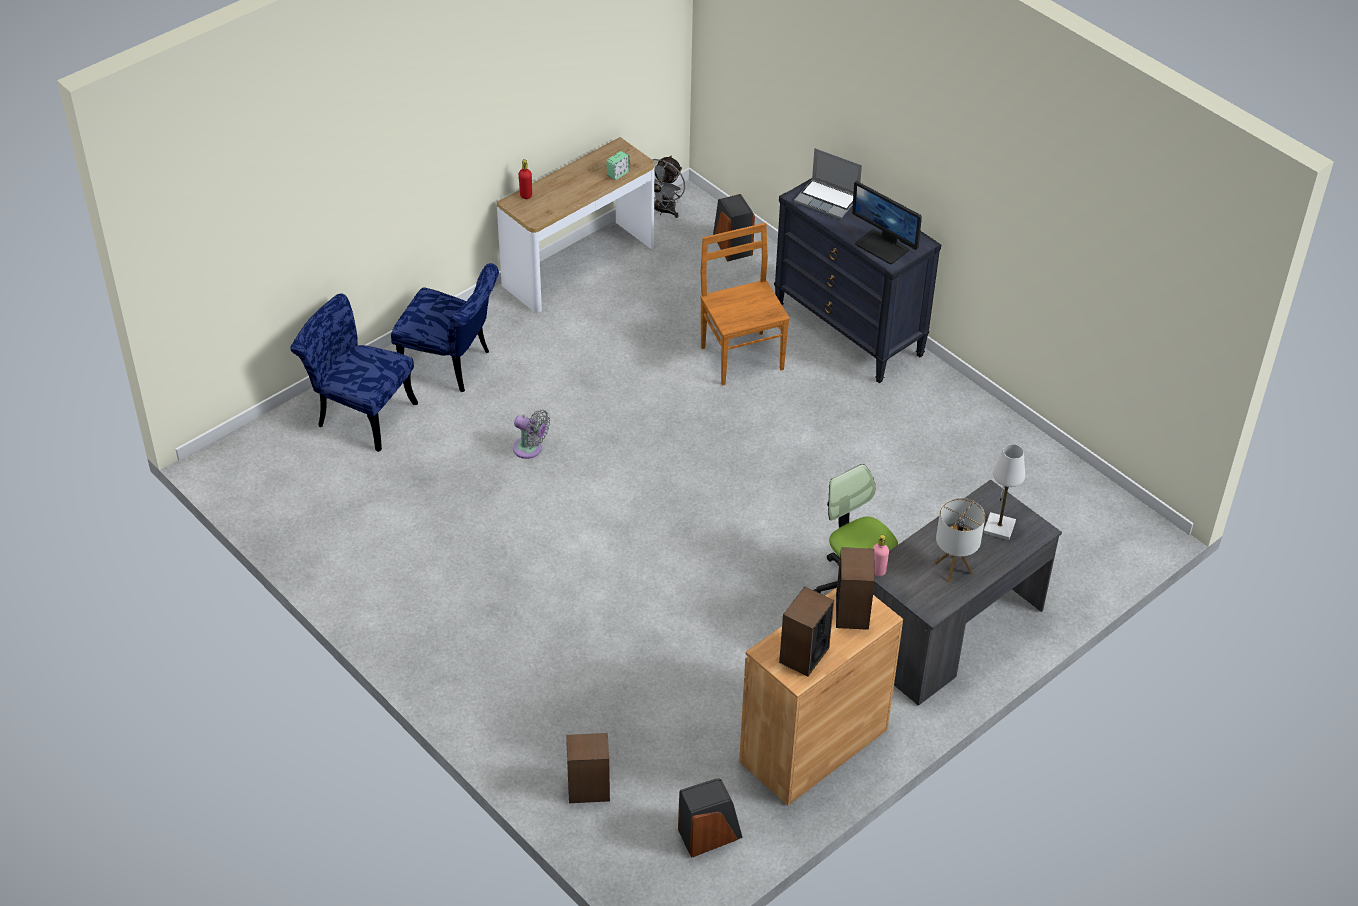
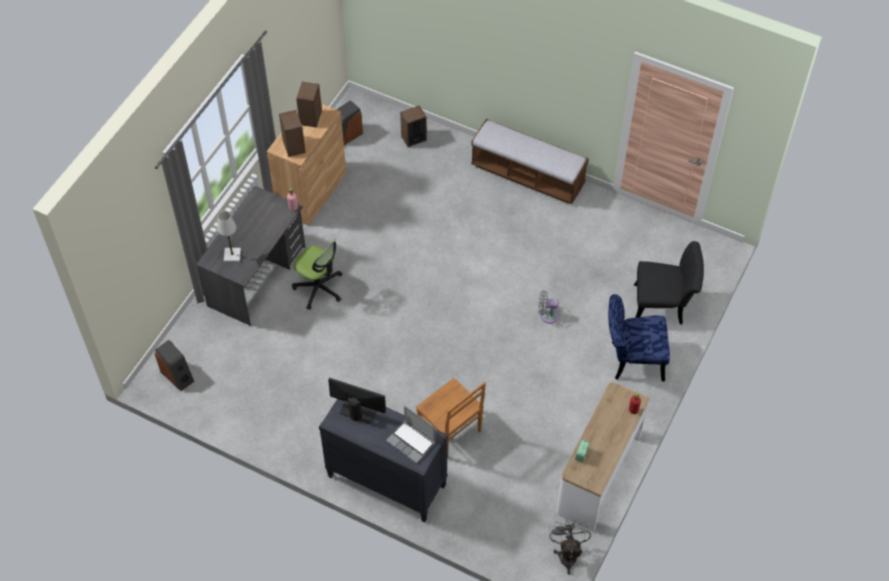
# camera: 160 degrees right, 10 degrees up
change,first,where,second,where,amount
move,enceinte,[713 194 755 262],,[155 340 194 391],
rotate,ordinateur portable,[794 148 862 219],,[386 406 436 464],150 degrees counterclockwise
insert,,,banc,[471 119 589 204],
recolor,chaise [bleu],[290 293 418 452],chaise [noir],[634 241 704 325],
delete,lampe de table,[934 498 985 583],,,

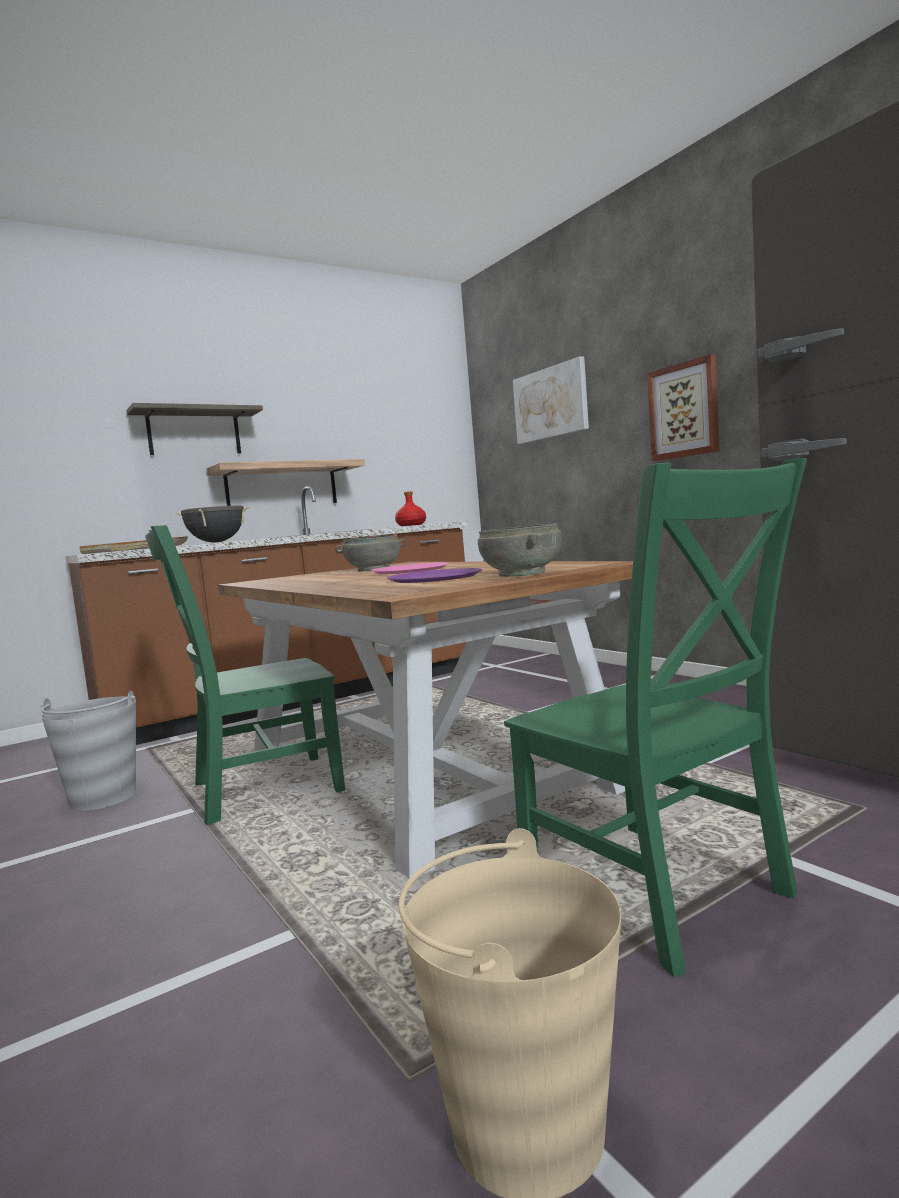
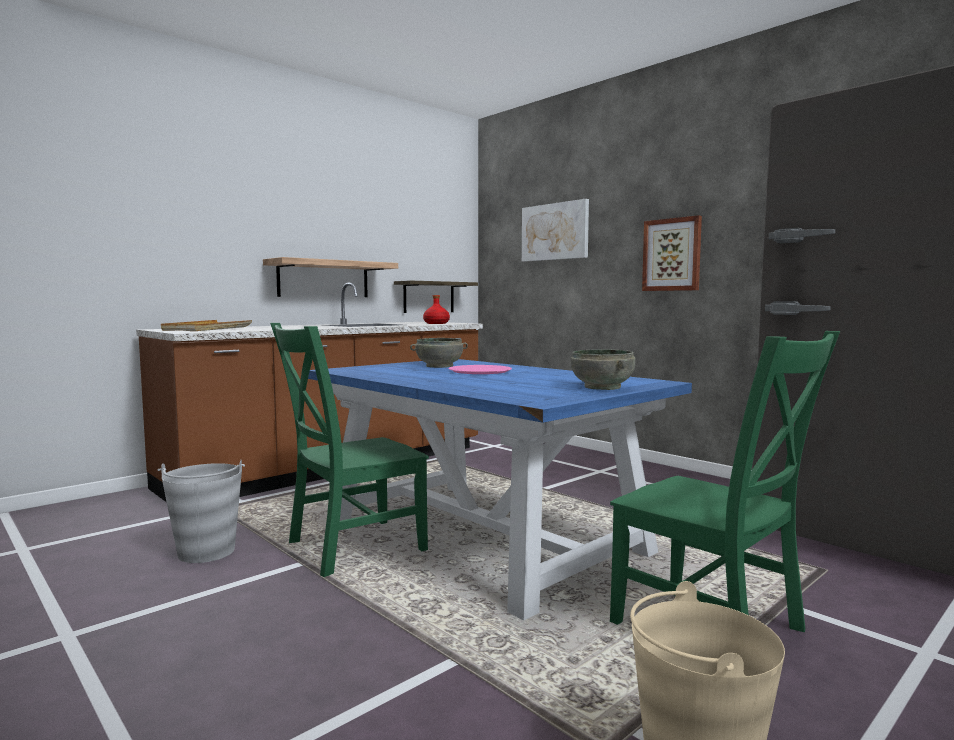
# camera: 10 degrees left, 0 degrees up
change,first,where,second,where,amount
recolor,table à manger [marron],[218 561 633 879],table à manger [bleu],[308 359 692 620],
move,étagère,[126 403 263 455],,[394 280 478 313],
delete,marmite [noir],[175 506 250 542],,,
delete,assiette [violet],[387 568 482 583],,,

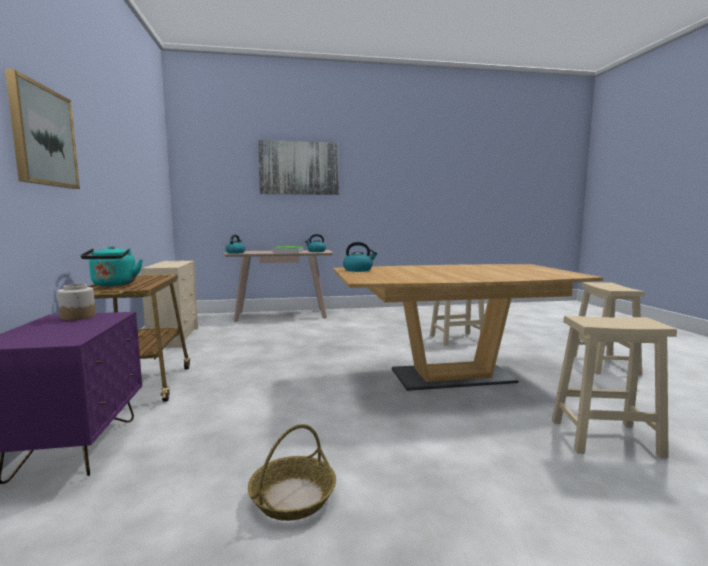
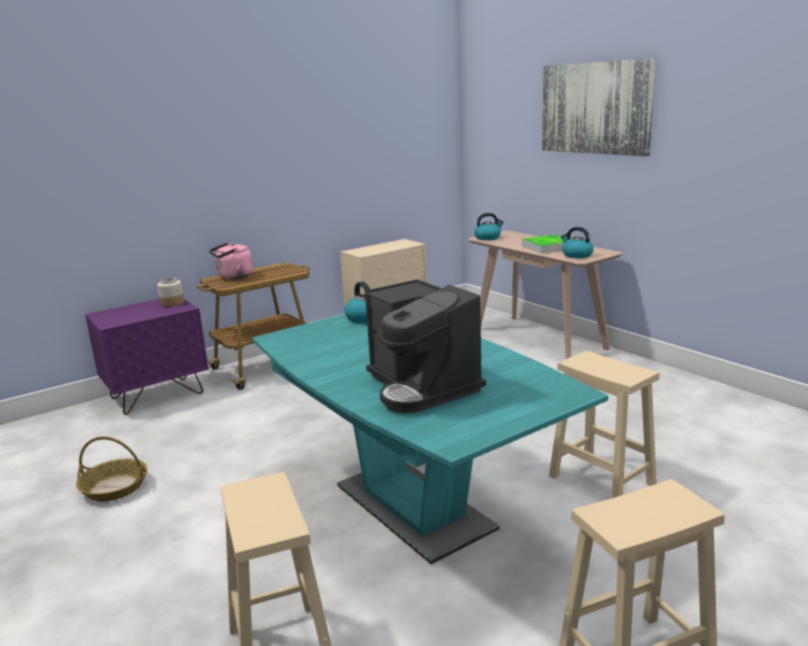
# camera: 65 degrees right, 10 degrees up
change,first,where,second,where,amount
recolor,bouilloire [turquoise],[80 246 143 286],bouilloire [rose],[209 243 253 280],
recolor,table à manger [marron],[333 264 603 391],table à manger [turquoise],[252 314 608 564],
insert,,,machine à café,[365 279 486 413],
delete,tableau,[5 69 80 189],,,

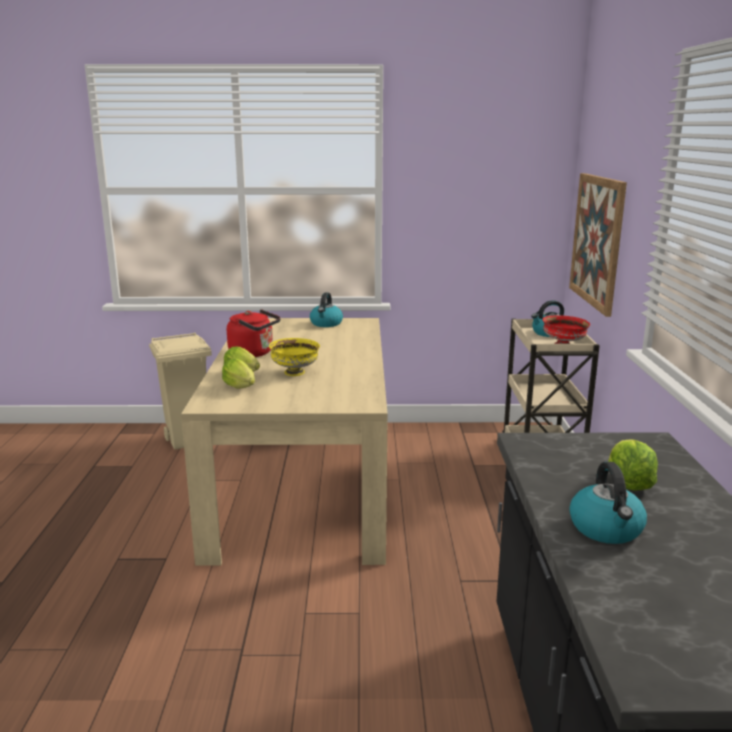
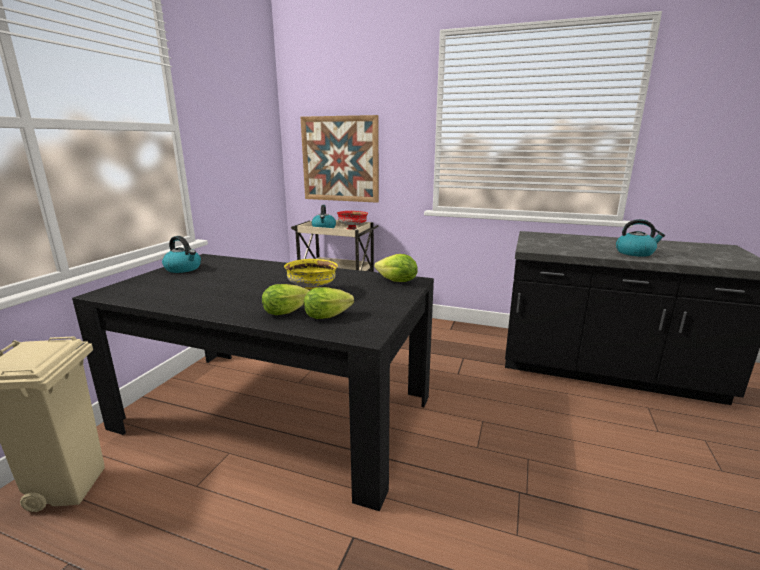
# camera: 70 degrees left, 0 degrees up
change,first,where,second,where,amount
recolor,table à manger [beige],[181 318 388 566],table à manger [noir],[72 254 434 511],
move,laitue,[608 439 658 491],,[374 254 418 282],
delete,bouilloire [rouge],[227 309 281 357],,,

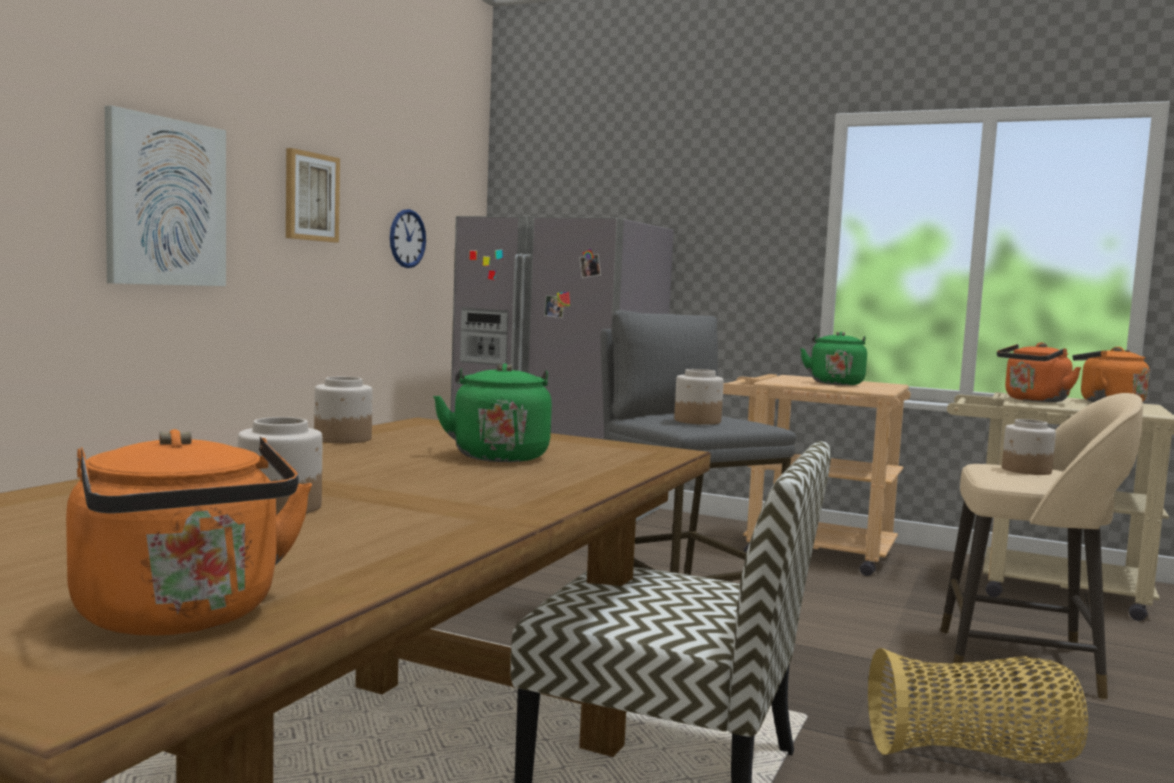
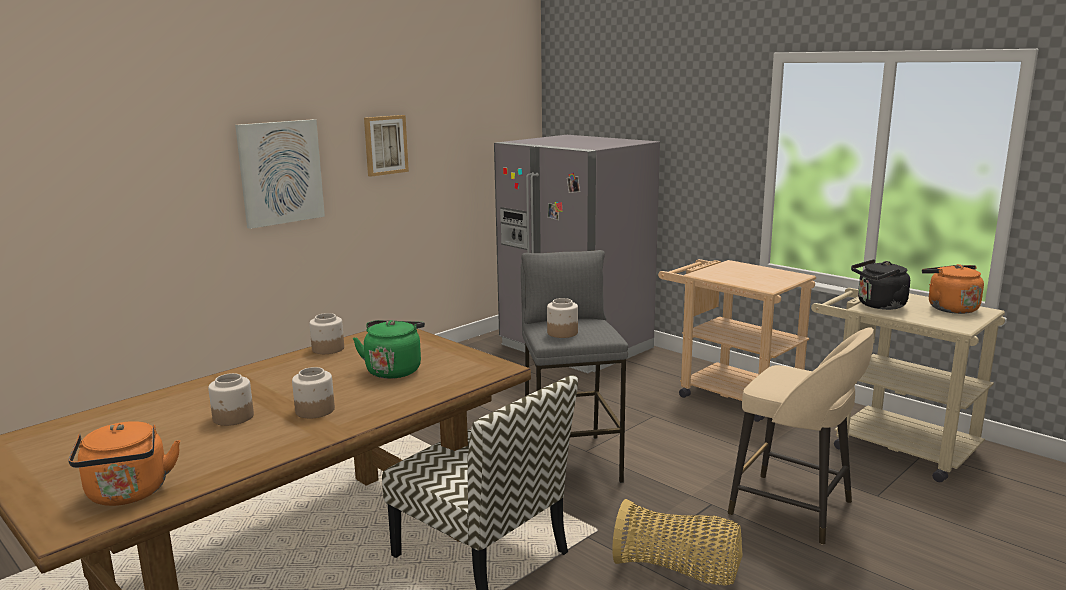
# camera: 20 degrees right, 10 degrees up
change,first,where,second,where,amount
move,bocal,[1002 419 1056 475],,[292 367 335 418],
recolor,bouilloire [orange],[997 342 1082 402],bouilloire [noir],[851 259 910 310],
delete,horloge murale,[390 209 426 268],,,
delete,bouilloire [vert],[800 331 867 385],,,

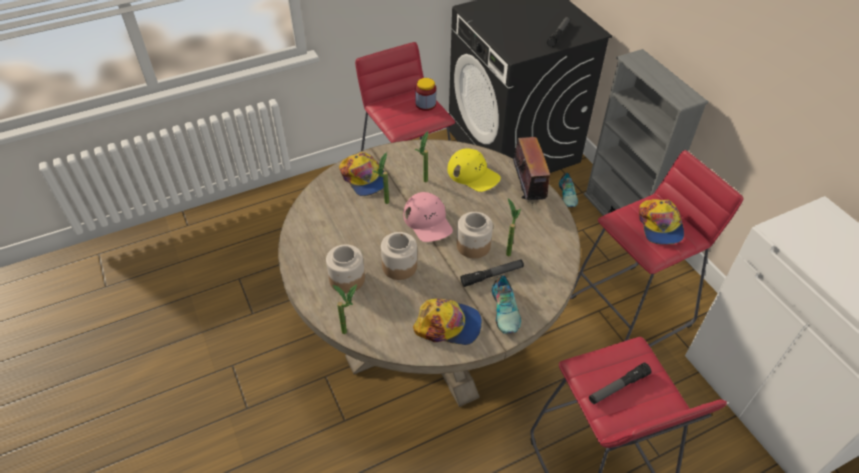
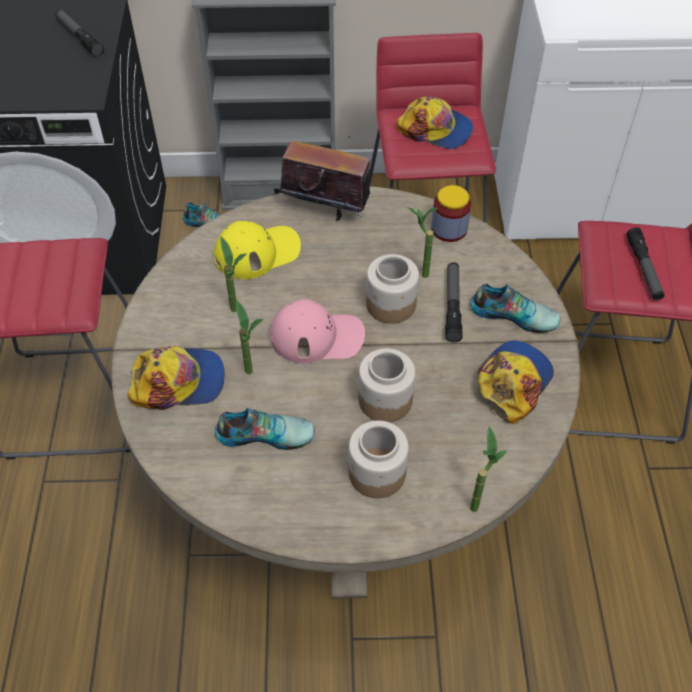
# camera: 65 degrees left, 5 degrees up
change,first,where,second,where,amount
insert,,,chaussure,[215 408 315 450],
move,bocal,[415 78 436 111],,[431 185 471 242],

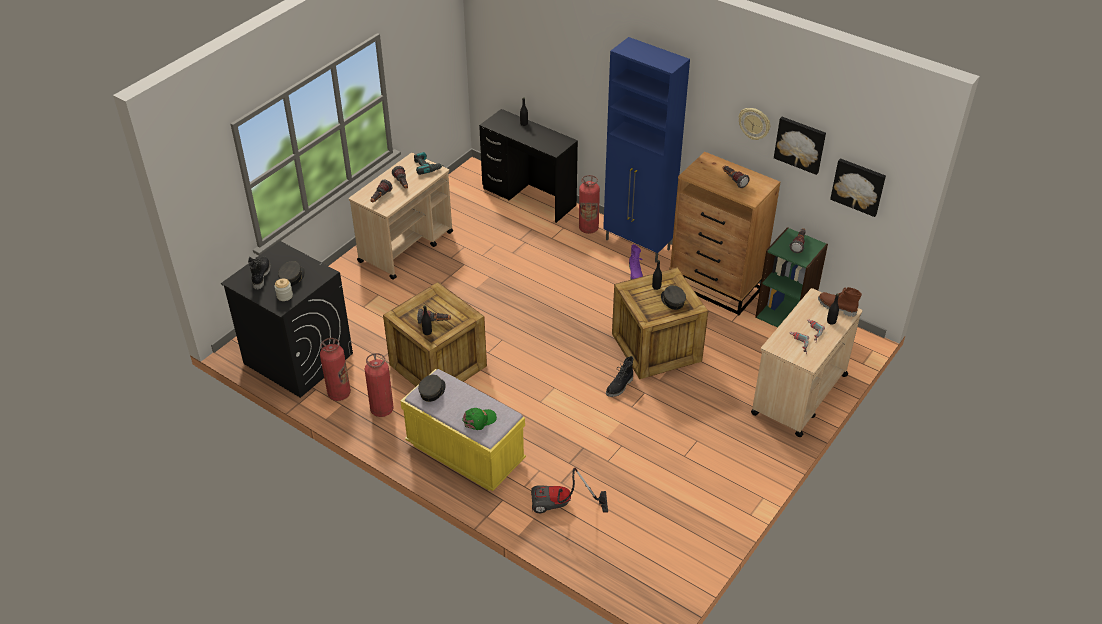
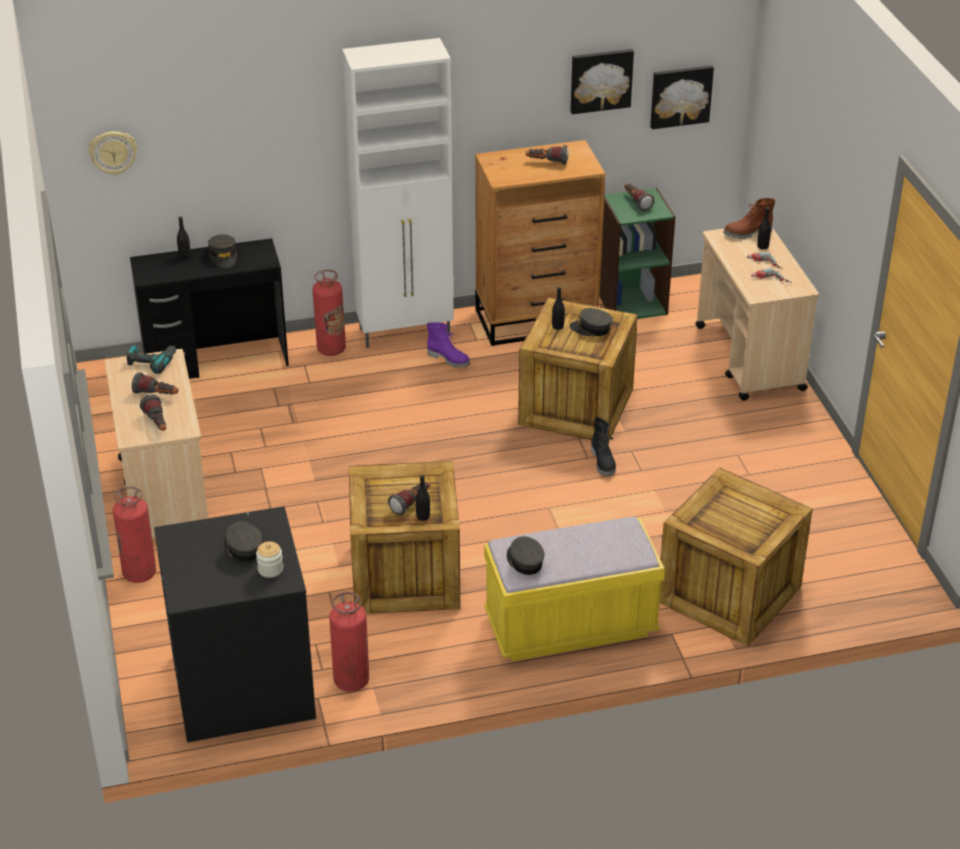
# camera: 50 degrees left, 5 degrees down
change,first,where,second,where,amount
move,horloge murale,[739 108 770 140],,[89 131 137 175],
move,extincteur,[365 353 394 417],,[113 486 156 583],
insert,,,casquette [gris],[208 234 237 268],
recolor,meuble de rangement [bleu],[603 37 690 263],meuble de rangement [blanc],[342 38 453 348],
replace,aspirateur,[531 468 608 513],caisse,[659 468 813 646],
delete,botte [noir],[248 256 271 289],,,
delete,casquette [vert],[462 408 497 430],,,

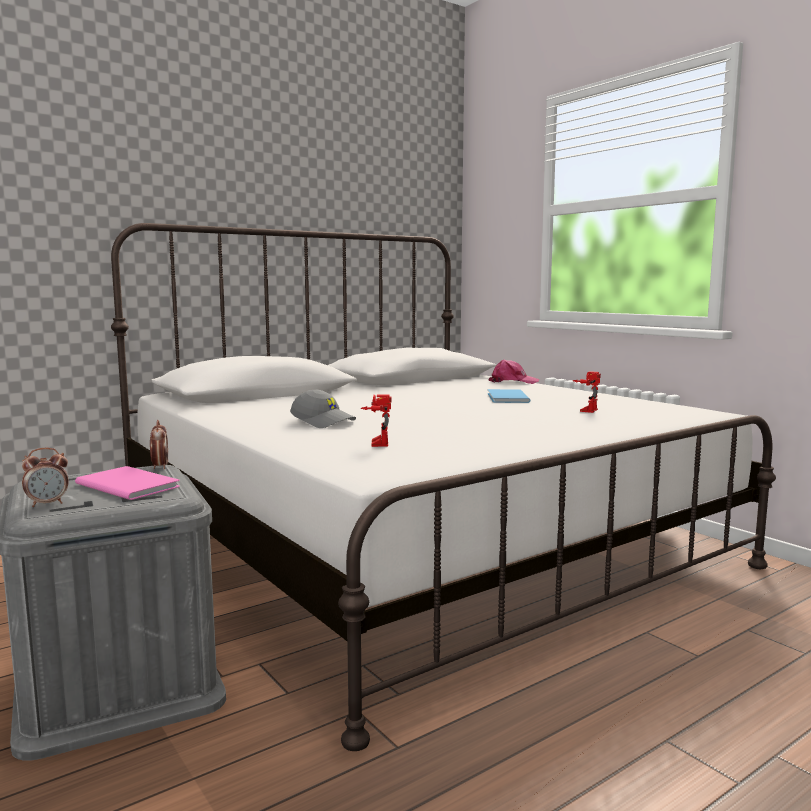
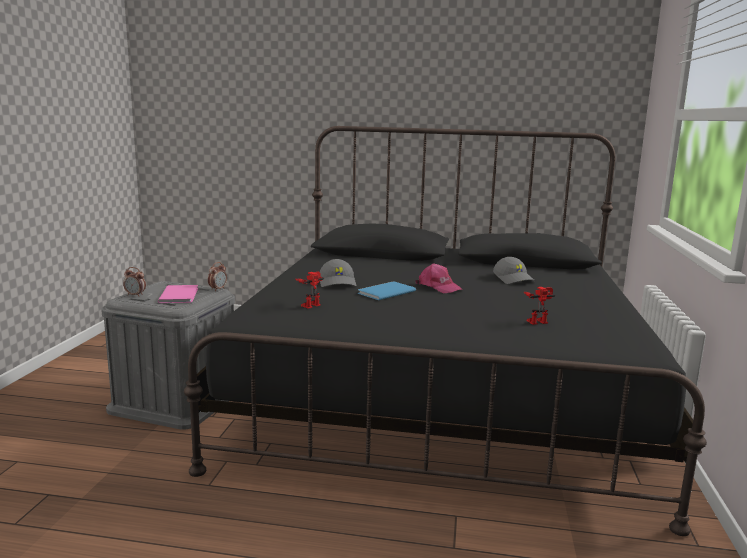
# camera: 45 degrees right, 5 degrees up
change,first,where,second,where,amount
recolor,lit [blanc],[111 223 776 751],lit [noir],[184 126 707 536],
move,livre [bleu],[488 389 531 403],,[358 281 416 300],
move,casquette [rose],[488 360 539 384],,[416 263 463 293],
insert,,,casquette [gris],[493 257 535 284],

